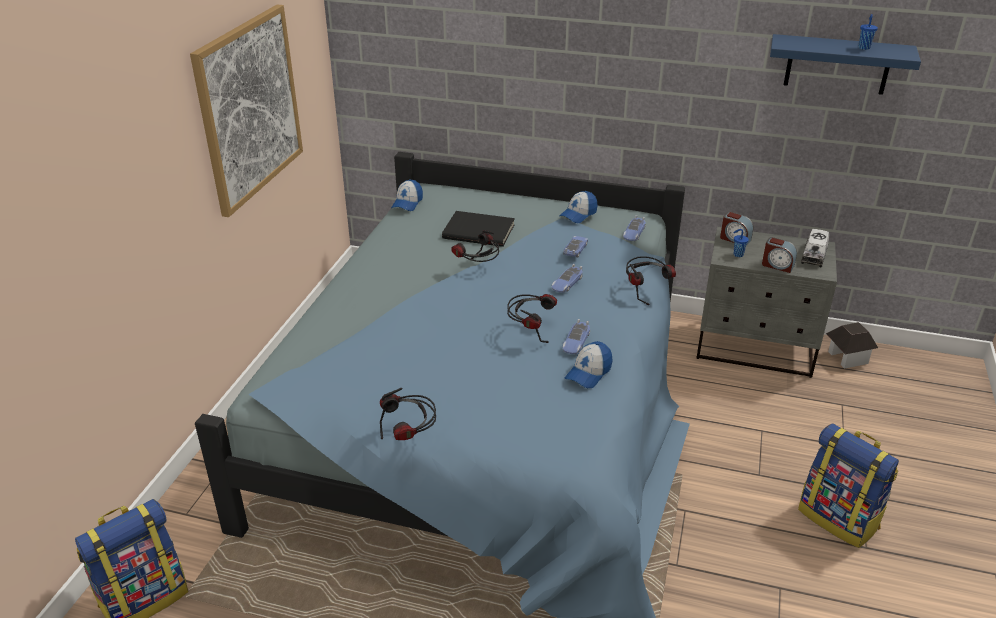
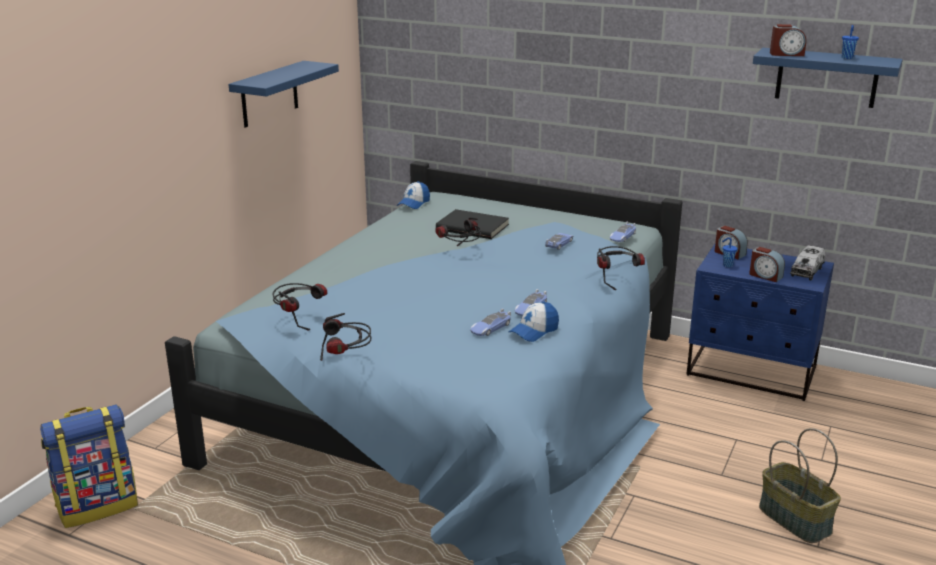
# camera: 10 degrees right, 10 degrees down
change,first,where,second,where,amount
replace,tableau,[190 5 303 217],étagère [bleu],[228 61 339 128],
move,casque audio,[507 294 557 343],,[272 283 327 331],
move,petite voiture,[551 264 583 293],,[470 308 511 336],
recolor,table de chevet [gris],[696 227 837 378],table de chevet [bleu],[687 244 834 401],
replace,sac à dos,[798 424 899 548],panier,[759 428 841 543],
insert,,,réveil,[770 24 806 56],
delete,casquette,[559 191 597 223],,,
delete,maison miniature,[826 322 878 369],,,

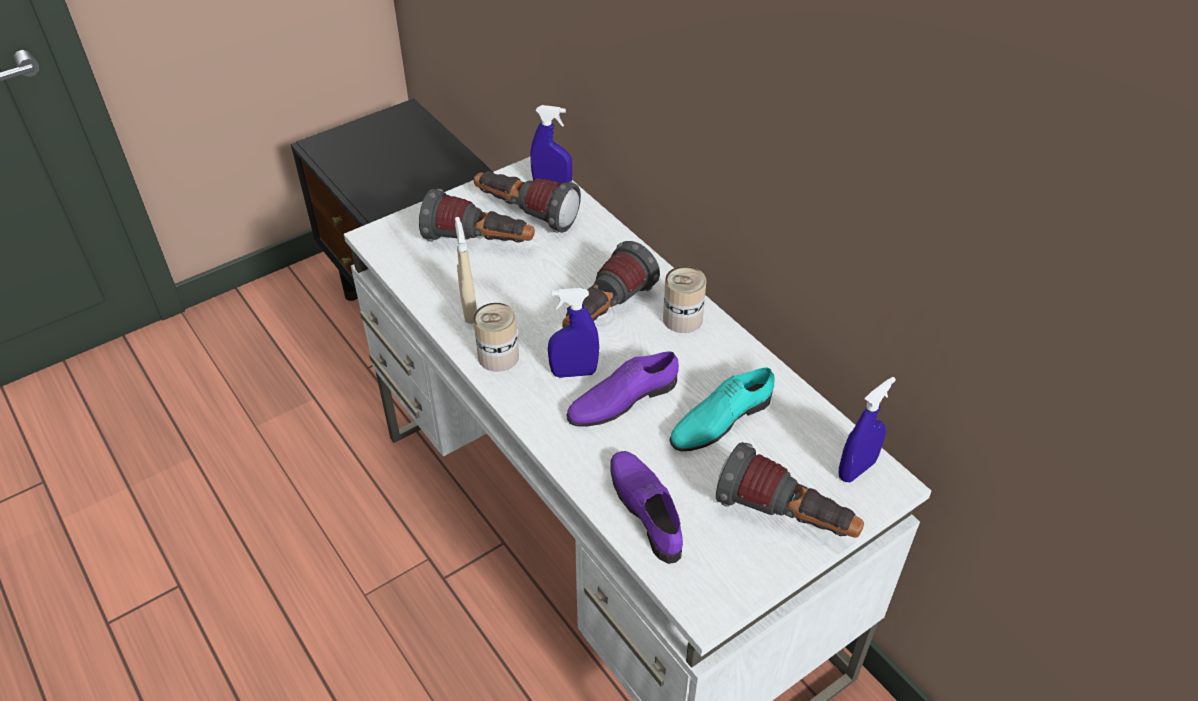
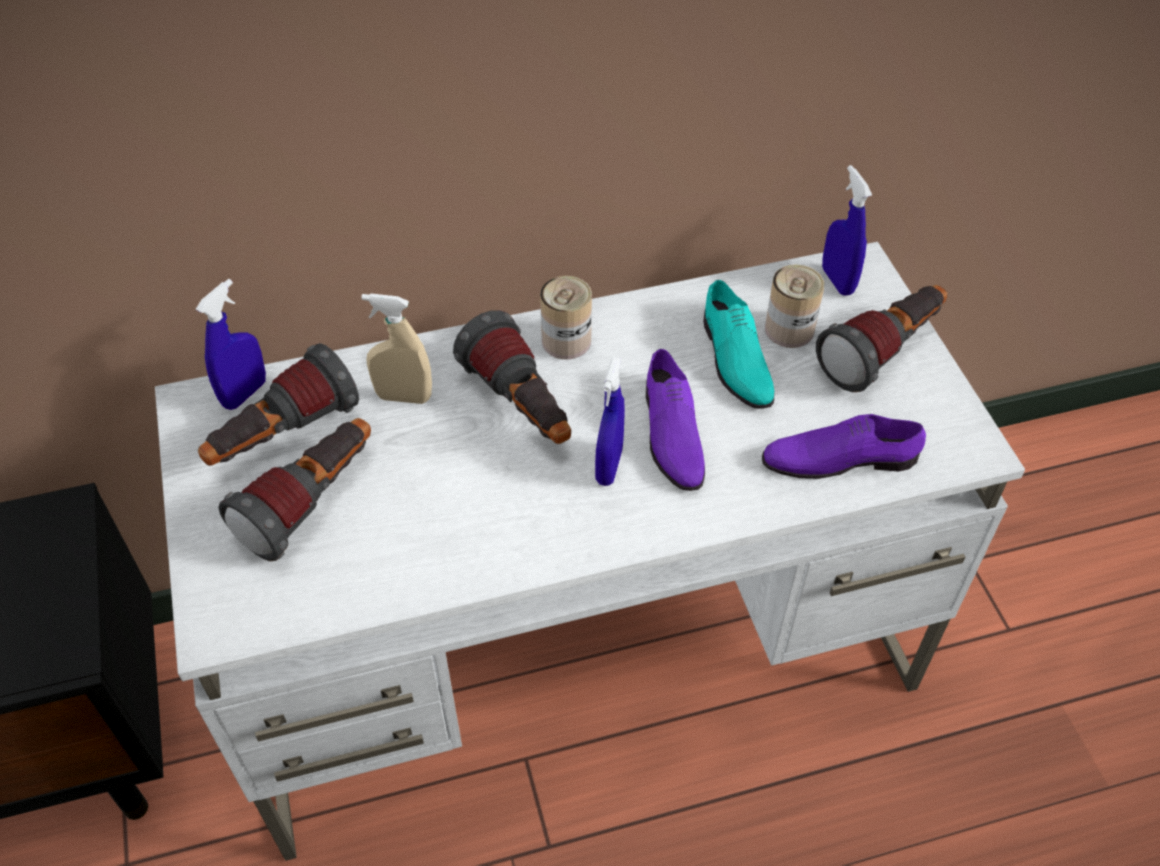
# camera: 70 degrees left, 5 degrees up
change,first,where,second,where,amount
move,vaporisateur [beige],[455 217 477 324],,[362 293 432 404],
move,boîte métallique,[473 303 519 372],,[765 265 824 348],

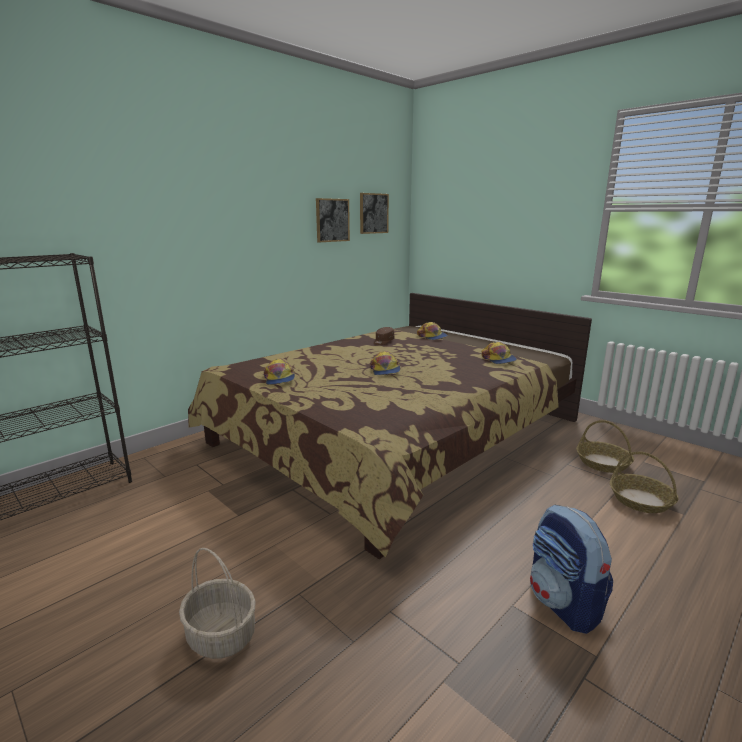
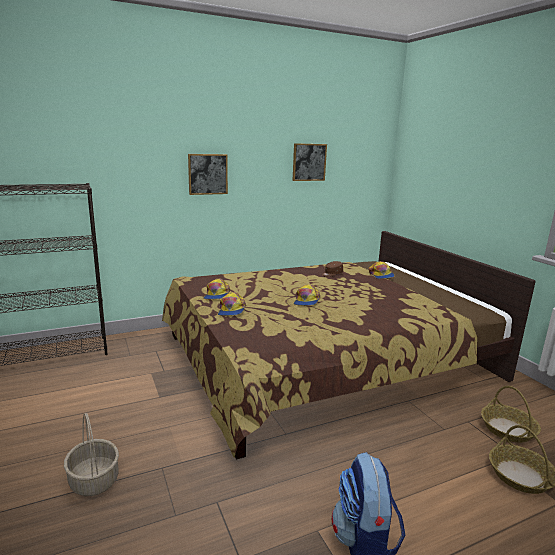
# camera: 20 degrees right, 0 degrees up
change,first,where,second,where,amount
move,tableau,[360 193 389 234],,[188 154 228 195],
move,casquette,[481 342 517 364],,[218 292 246 316],

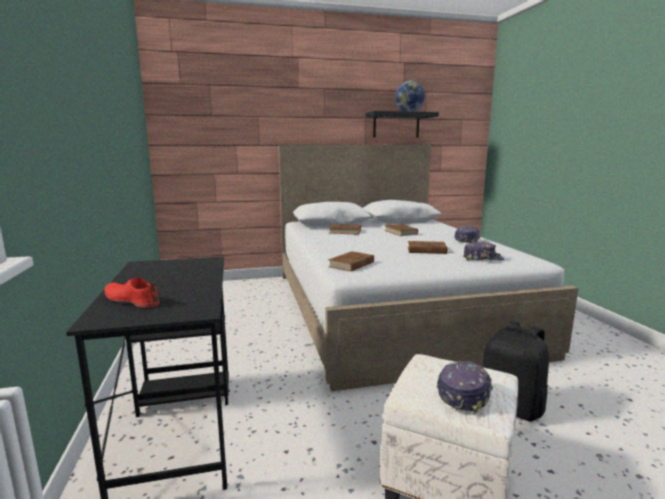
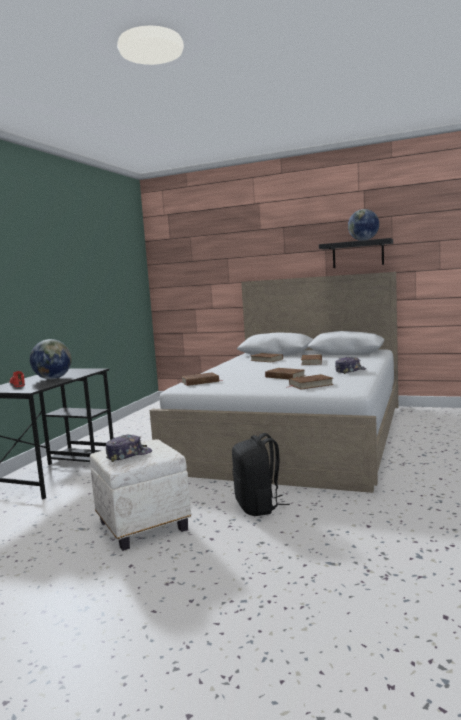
# camera: 35 degrees right, 5 degrees down
change,first,where,second,where,amount
insert,,,globe,[30 339 72 379],
replace,casquette,[463 241 504 261],livre [marron],[289 374 334 390],

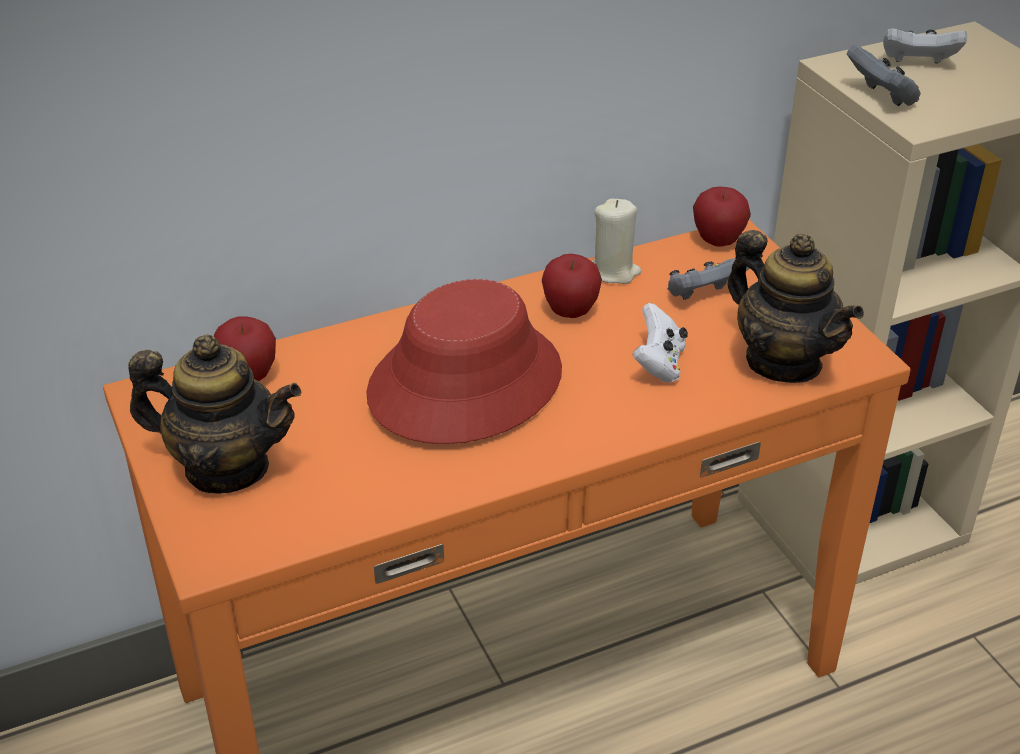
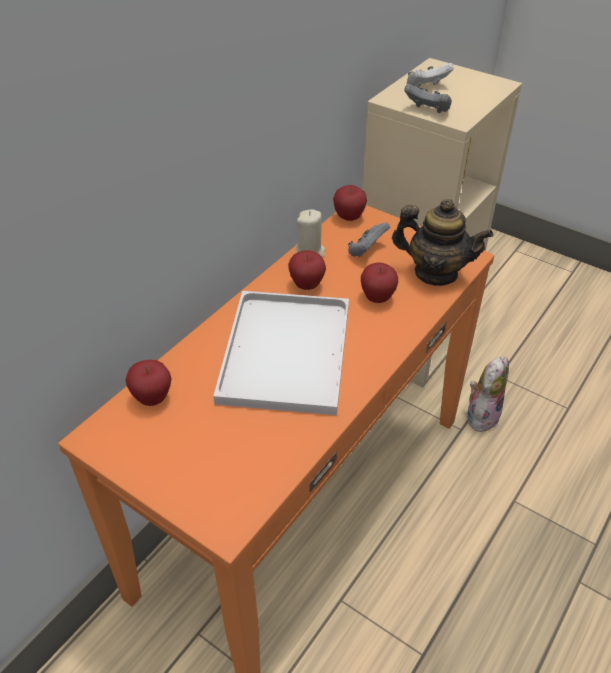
# camera: 30 degrees left, 5 degrees up
change,first,where,second,where,amount
replace,chapeau [rouge],[366 279 562 444],plateau [blanc],[213 291 349 415],
replace,manette [blanc],[632 303 688 383],pomme,[361 262 398 303],
insert,,,peluche,[467 356 509 432],
delete,théière,[128 334 302 494],,,

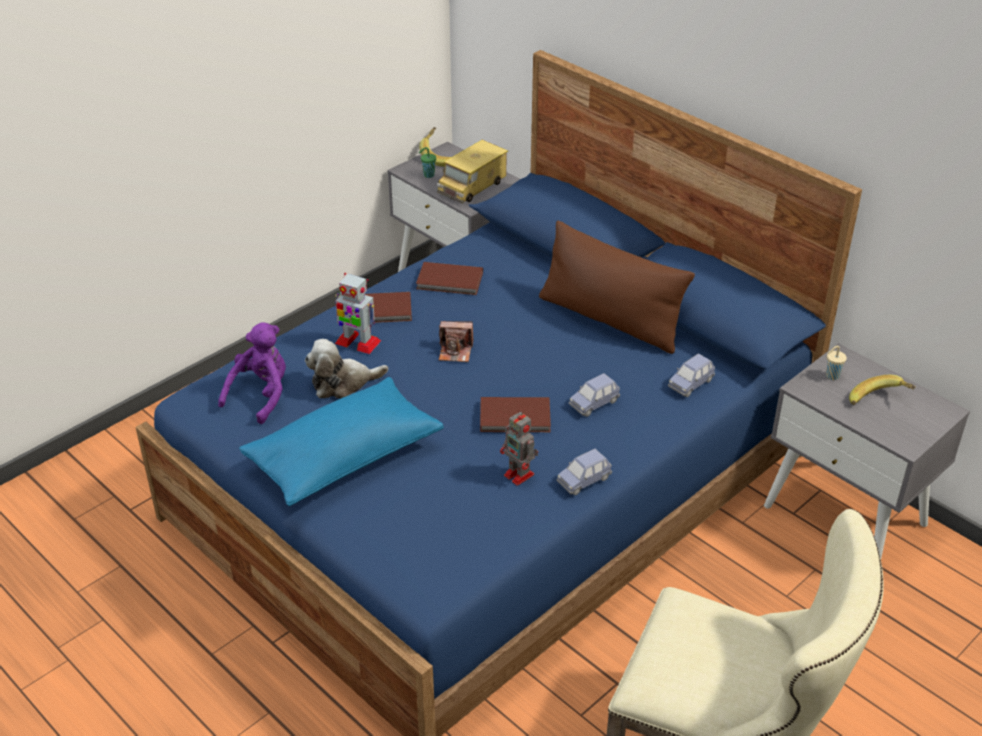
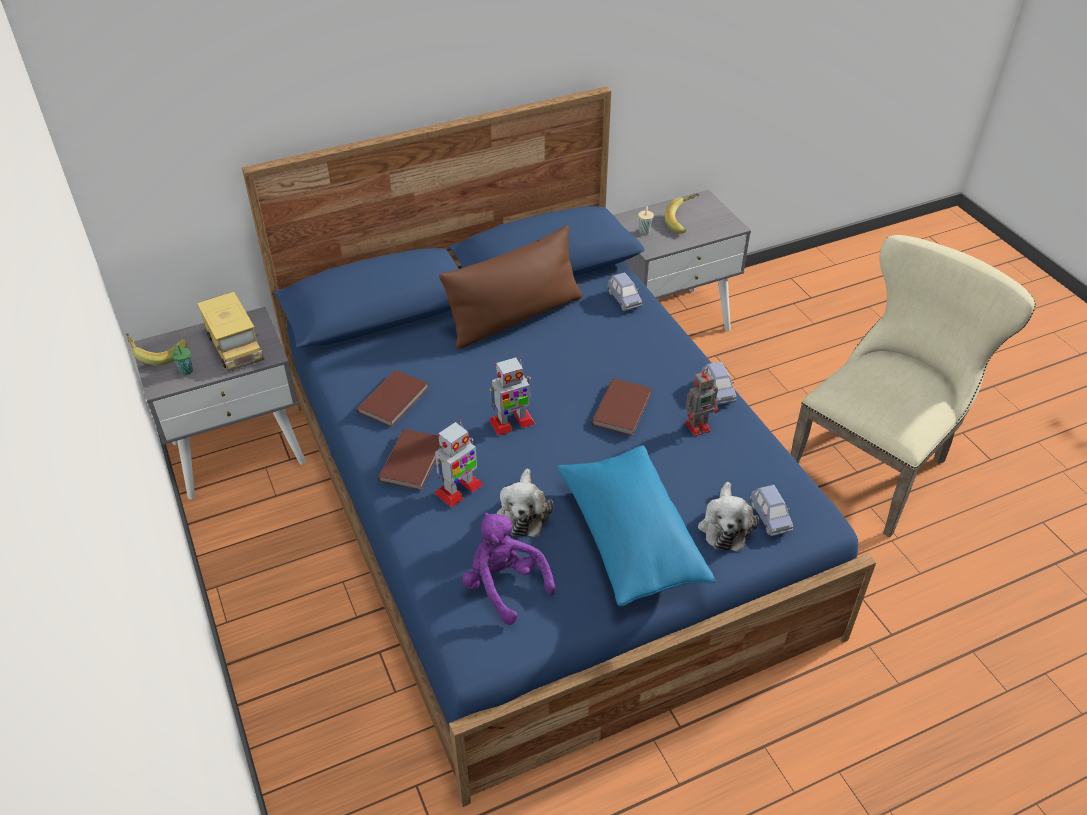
# camera: 70 degrees left, 5 degrees up
change,first,where,second,where,amount
replace,appareil photo,[439 321 473 362],robot jouet,[489 356 535 436],
insert,,,peluche,[698 482 759 551],
move,petite voiture [bleu],[569 373 620 417],,[750 485 793 536],

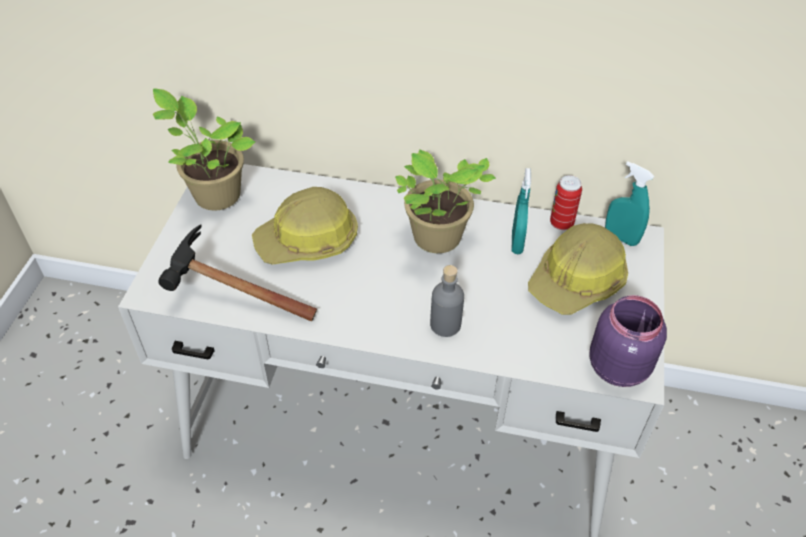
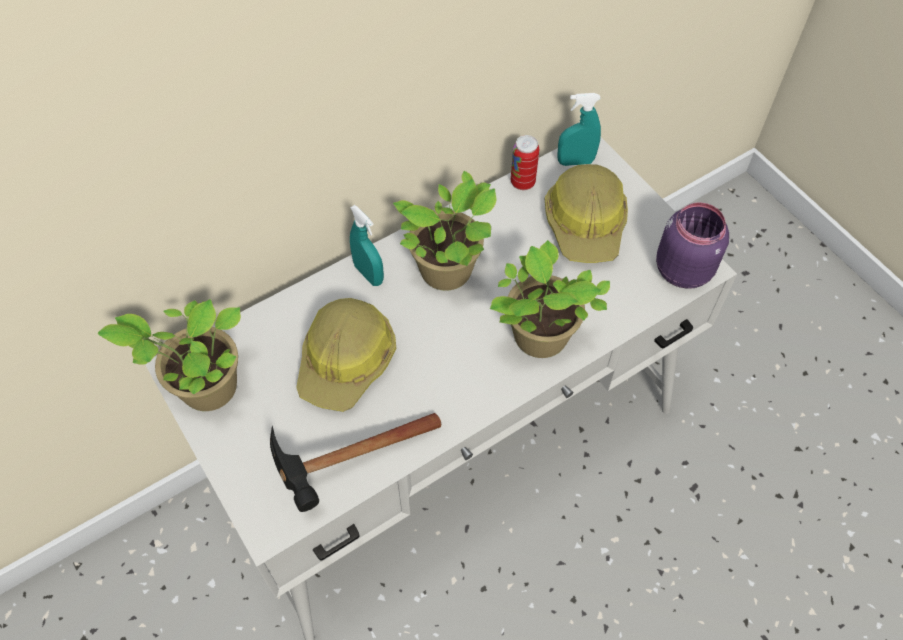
# camera: 45 degrees left, 10 degrees up
change,first,where,second,where,amount
move,vaporisateur [turquoise],[512 168 531 254],,[350 205 384 286],
replace,bouteille [gris],[430 265 464 337],plante en pot,[490 240 610 358],

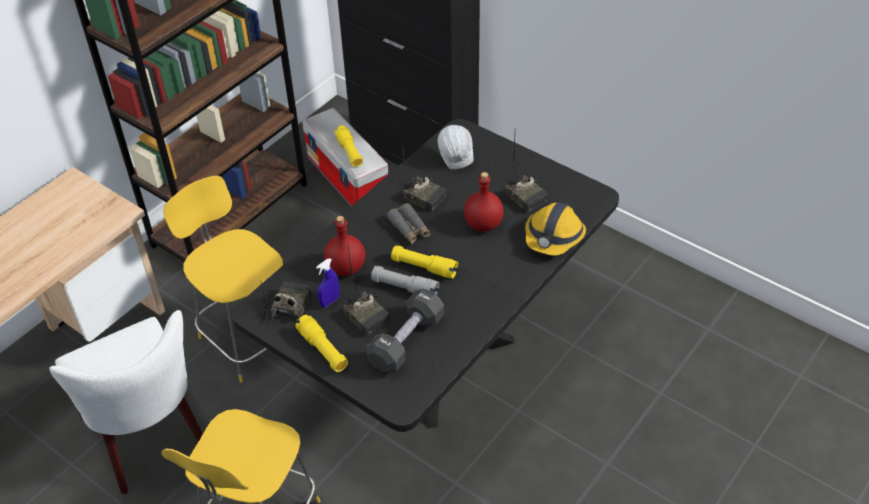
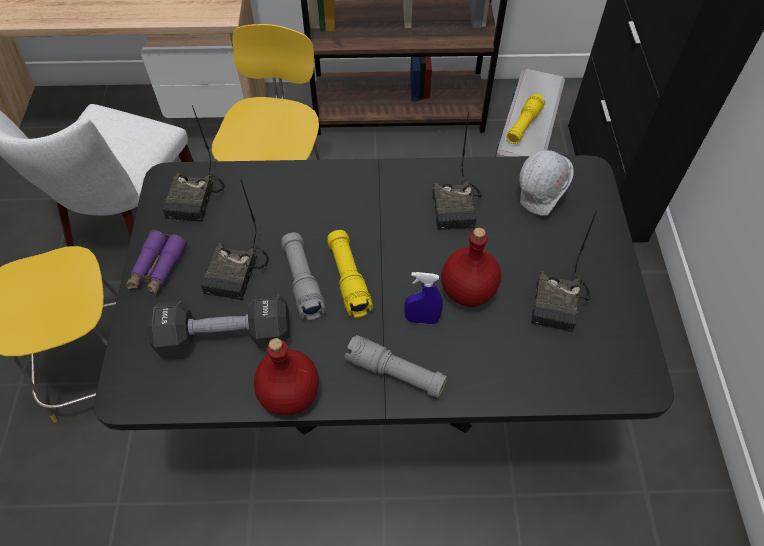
# camera: 50 degrees right, 10 degrees up
change,first,where,second,where,amount
replace,lampe de poche [jaune],[295 315 348 372],jumelles [violet],[125 230 187 296],
rotate,radio,[261 281 312 322],,[162 105 225 222],120 degrees clockwise
move,bouteille [rouge],[324 216 366 276],,[254 338 319 415],
insert,,,lampe de poche [gris],[345 335 447 398],
move,vaporisateur [bleu],[316 258 340 308],,[404 272 443 324],
delete,jumelles [gris],[387 203 431 244],,,
delete,casque de chantier,[525 202 586 256],,,

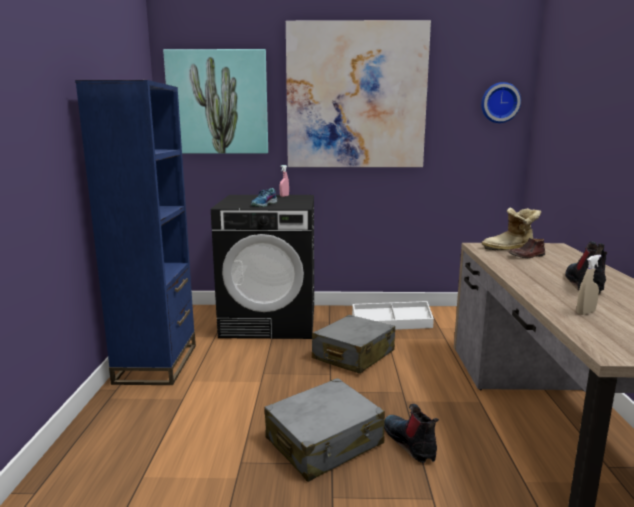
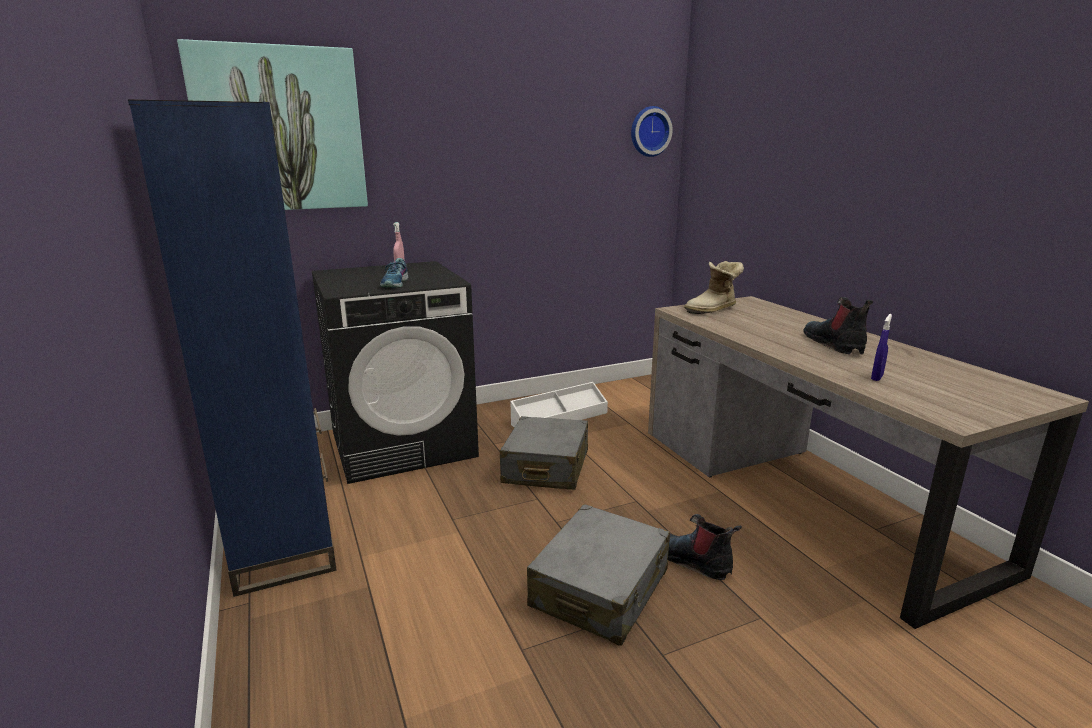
# camera: 25 degrees left, 5 degrees up
change,first,where,second,where,amount
recolor,vaporisateur [beige],[577 255 601 315],vaporisateur [bleu],[871 314 892 381],
delete,tableau,[286 20 431 167],,,
delete,chaussure [marron],[508 238 545 258],,,

